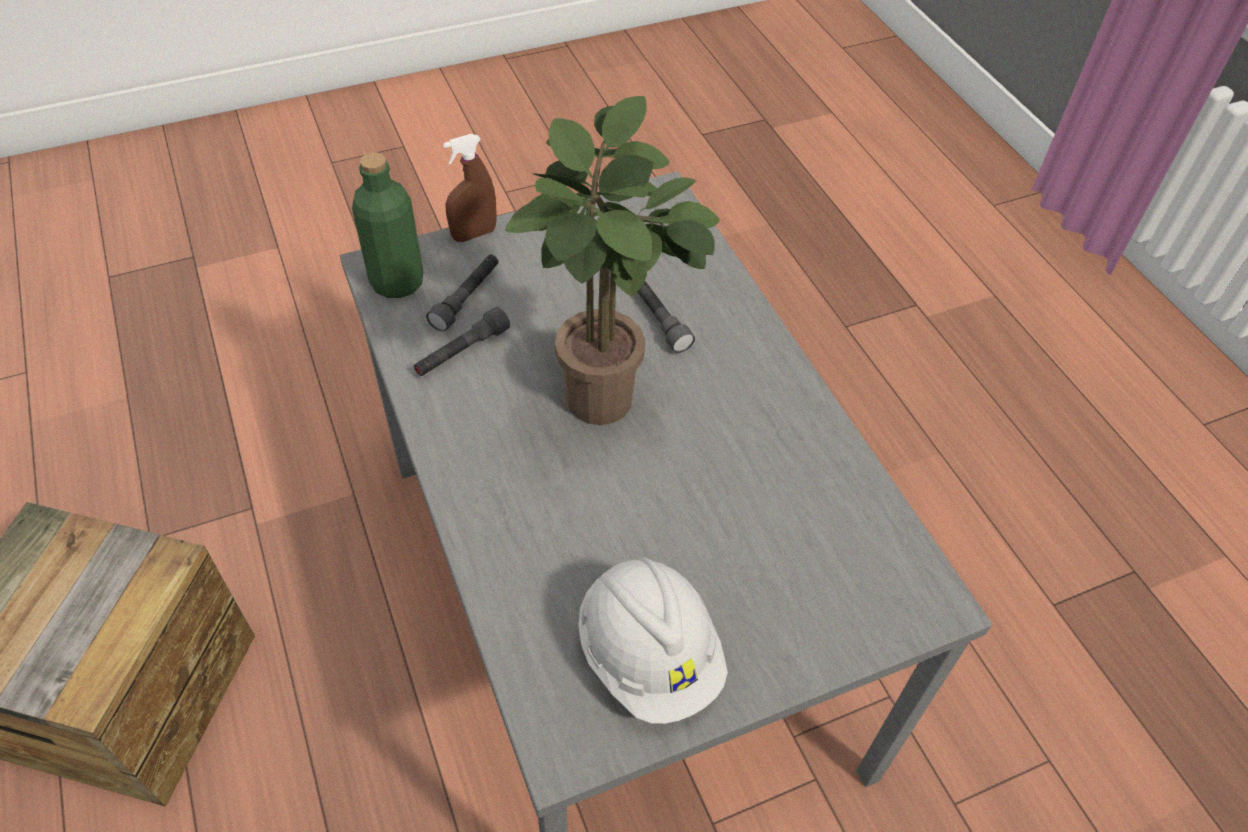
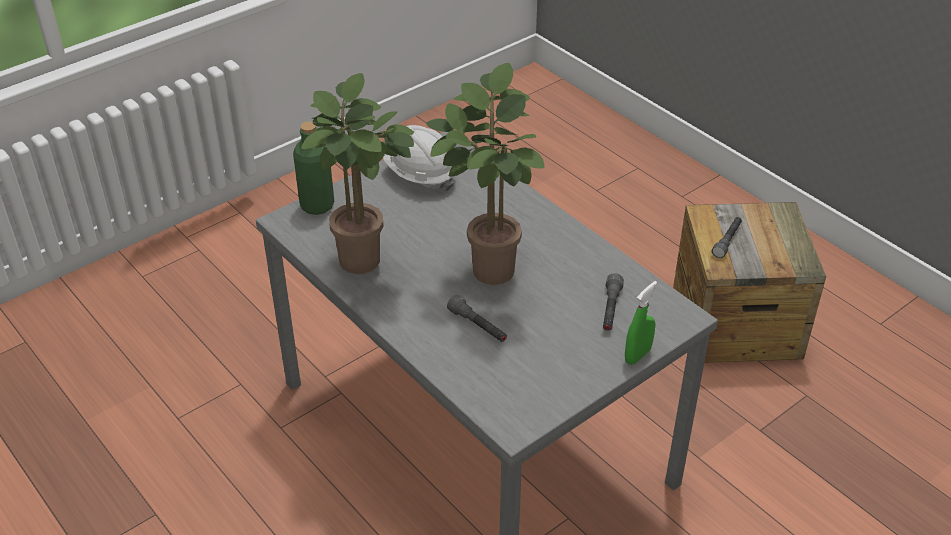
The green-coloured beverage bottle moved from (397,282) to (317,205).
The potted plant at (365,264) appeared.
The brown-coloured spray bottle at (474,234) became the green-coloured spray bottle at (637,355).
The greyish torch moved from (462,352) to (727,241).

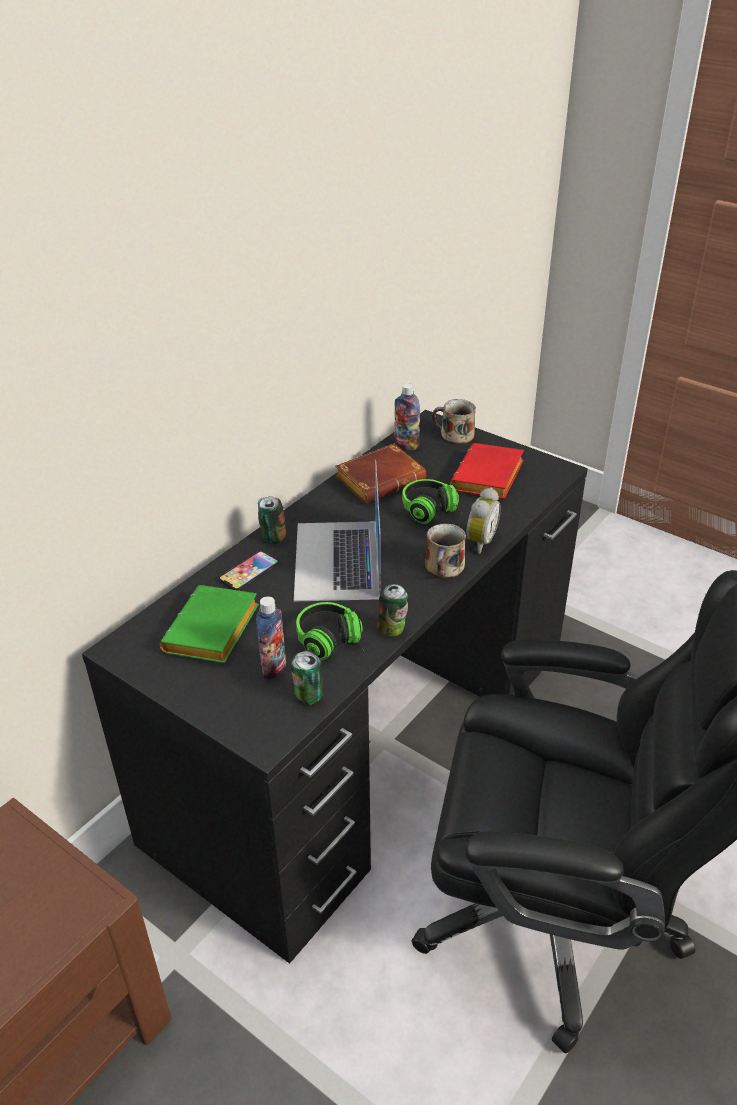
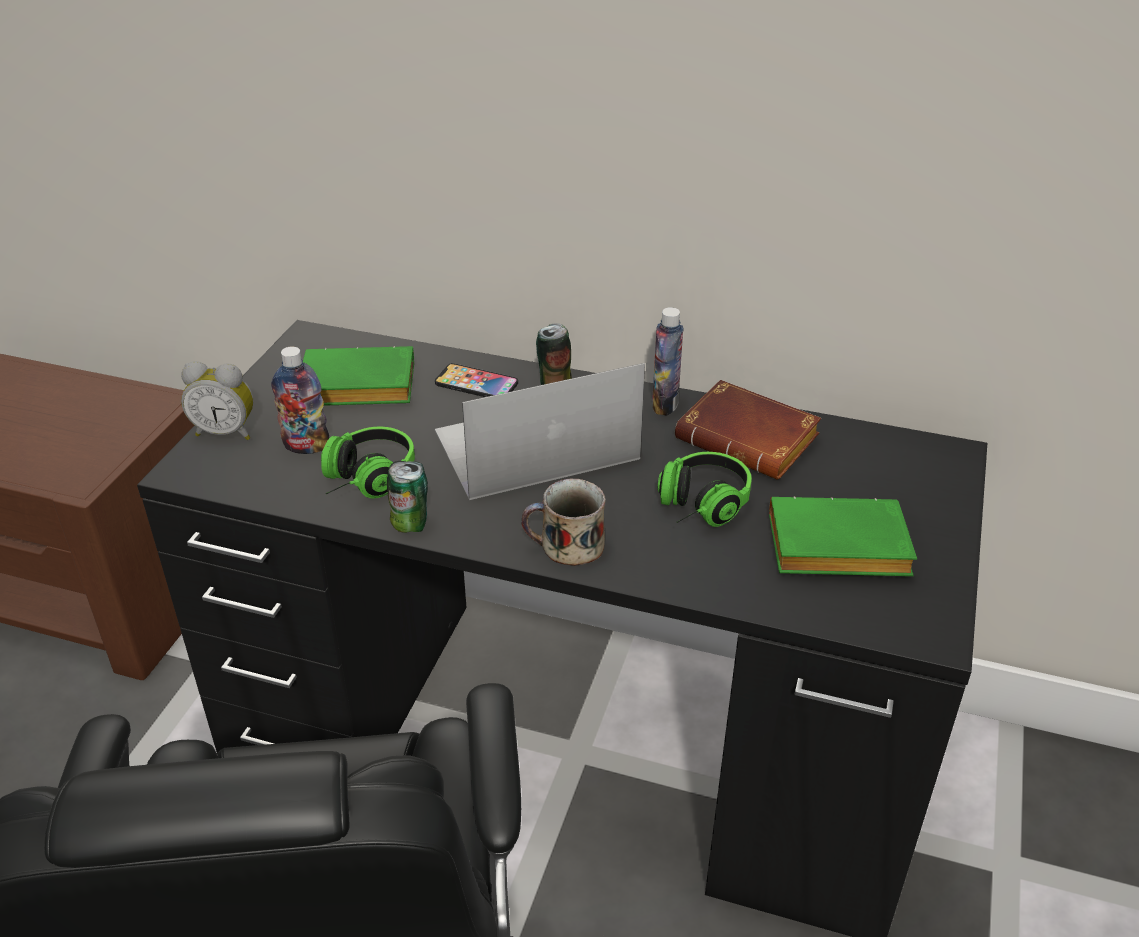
The bedside clock moved from (479,542) to (226,432).
The beverage bottle moved from (406,445) to (665,404).
The red bound book at (489,479) became the green-coloured bound book at (834,549).
The sealed can at (308,697) disappeared.
The mug at (455,435) disappeared.

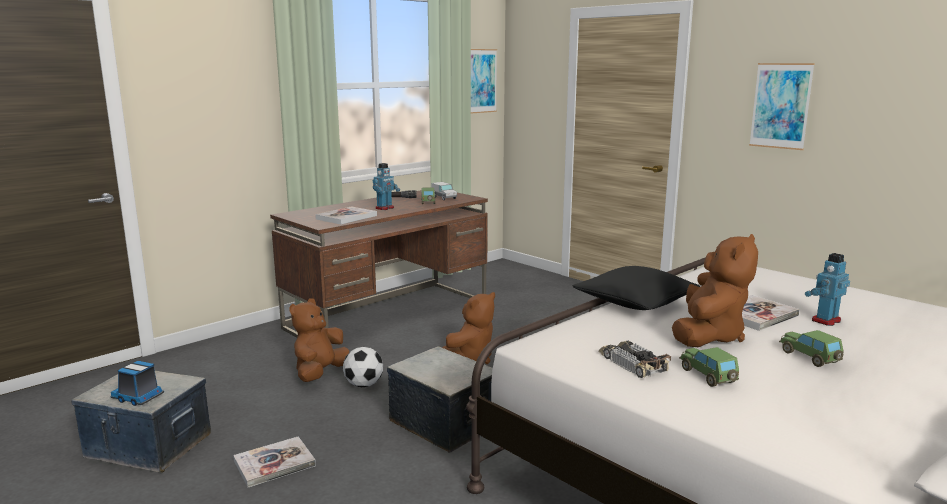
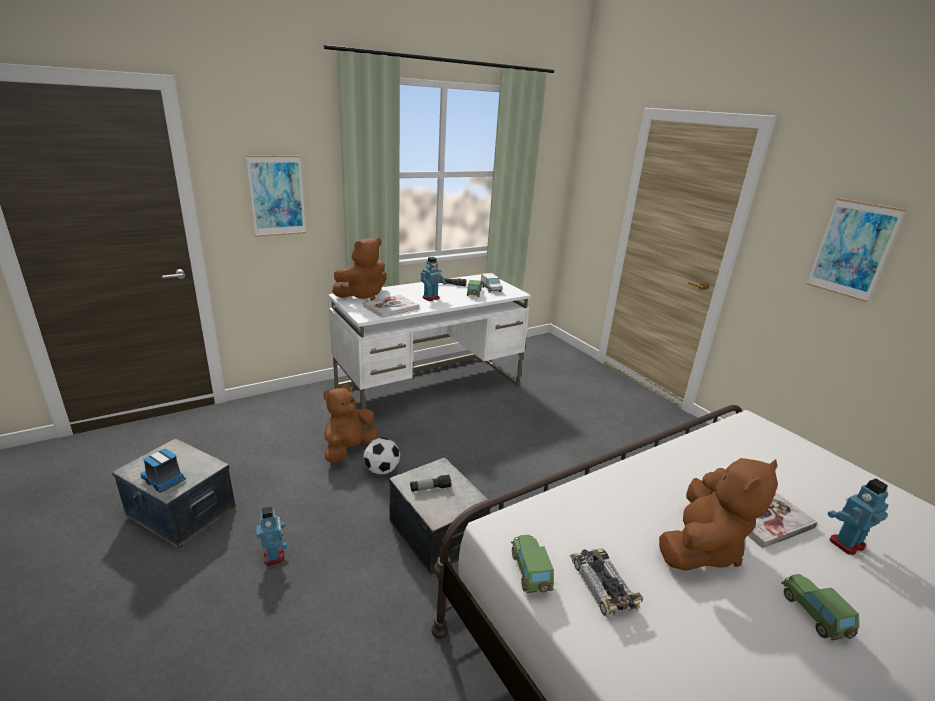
The picture moved from (481,81) to (277,196).
The bound book at (274,463) was replaced by the toy robot at (274,556).
The brown-coloured desk table at (389,315) became the white desk table at (430,387).
The brown-coloured soft toy moved from (470,358) to (362,295).
The torch at (430,488) appeared.
The model car moved from (708,376) to (530,572).
The blackish pillow at (635,302) disappeared.

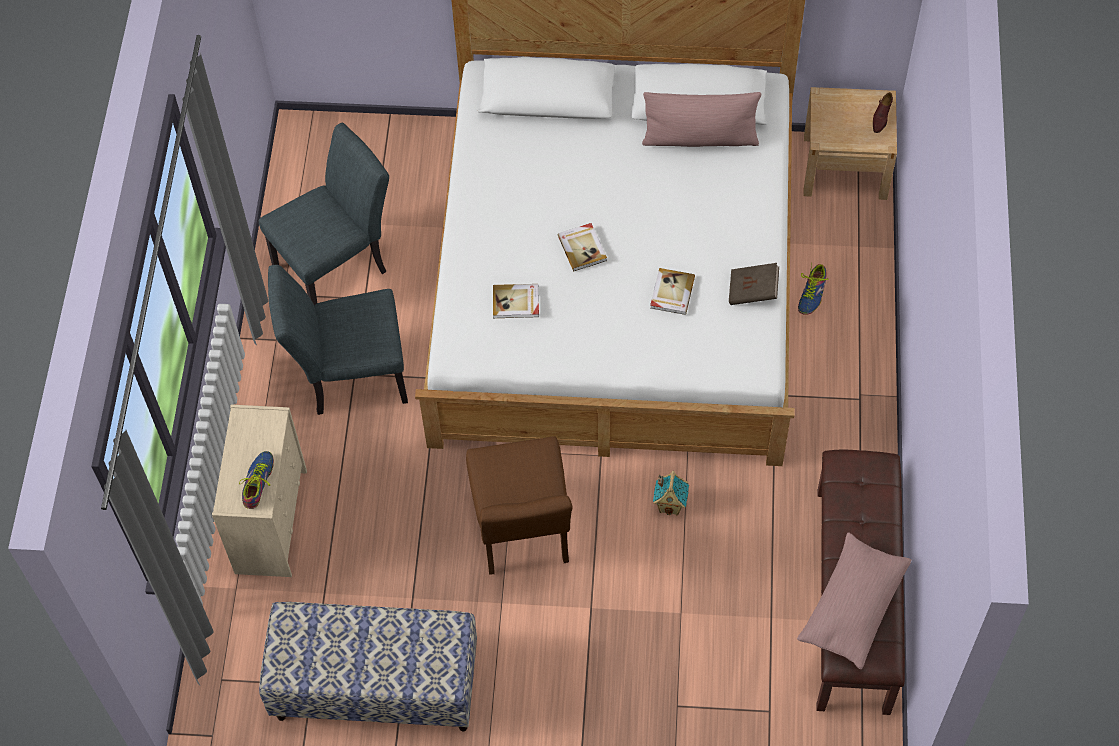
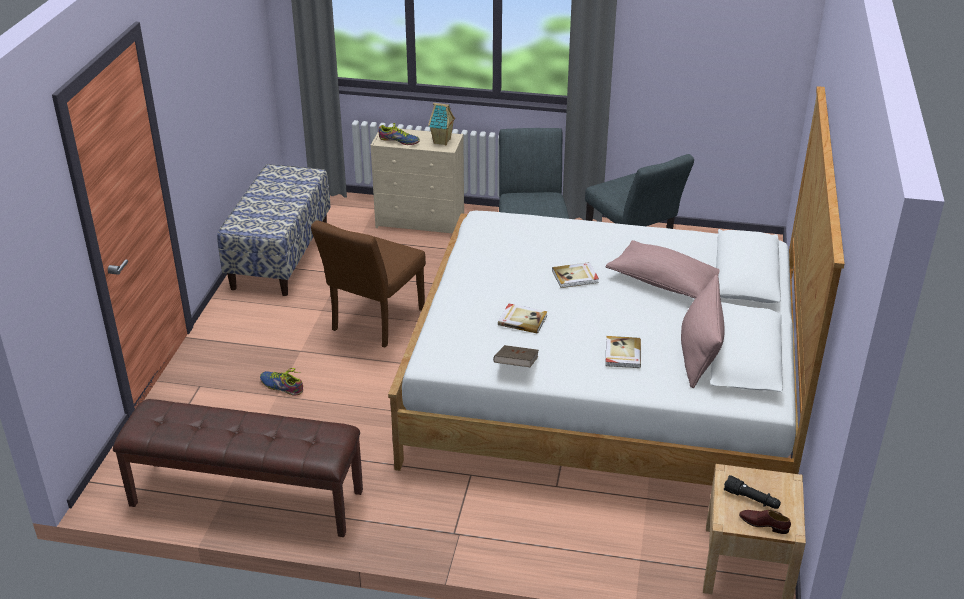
The shoe moved from (812,294) to (281,386).
The brown-coloured plain chair at (523,535) turned 60 degrees counterclockwise.
The model house moved from (670,505) to (442,141).
The bound book moved from (516,302) to (622,354).
The pinkish pillow moved from (852,607) to (664,282).
The blackish torch at (751,499) appeared.

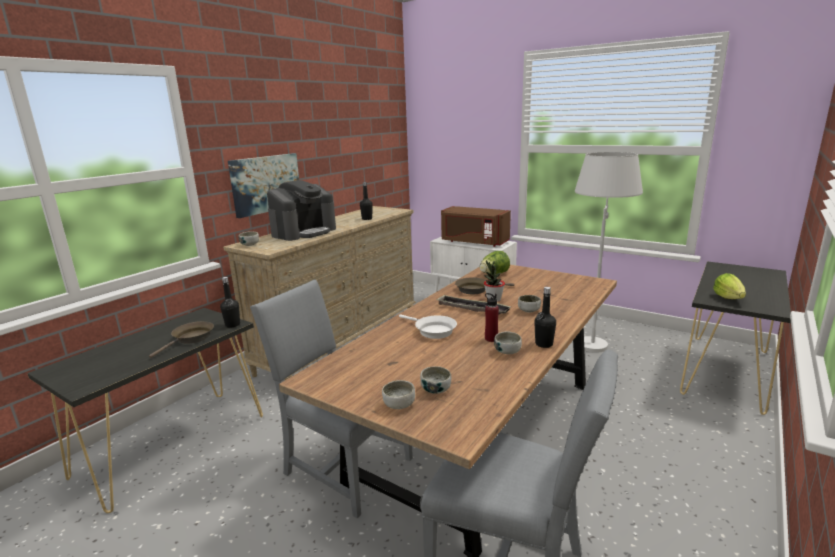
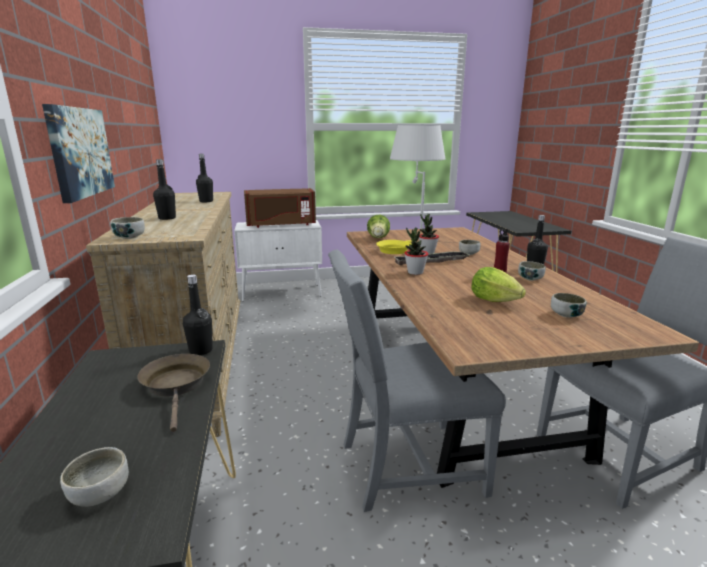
The bowl moved from (399,404) to (100,493).
The coffee brewer at (304,232) was replaced by the blackish beverage bottle at (167,218).
The brown-coloured pan at (475,289) became the yellow pan at (395,250).
The potted plant at (415,272) appeared.
The lettuce moved from (728,298) to (494,300).
The white pan at (432,331) disappeared.

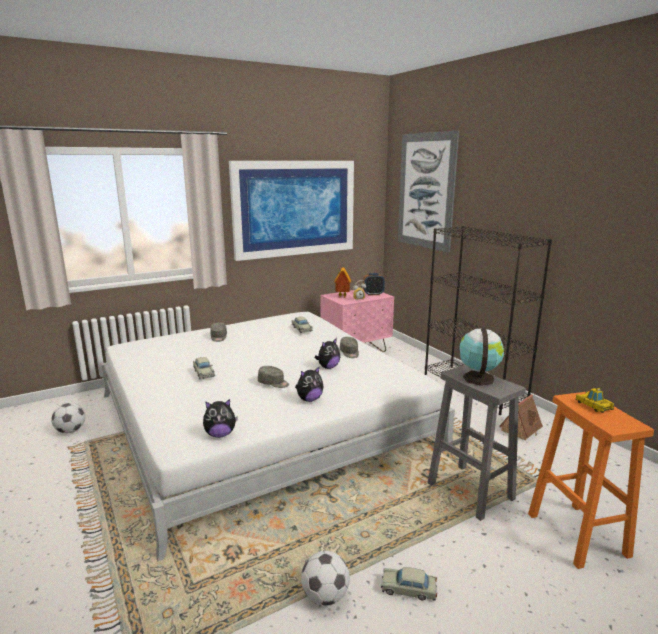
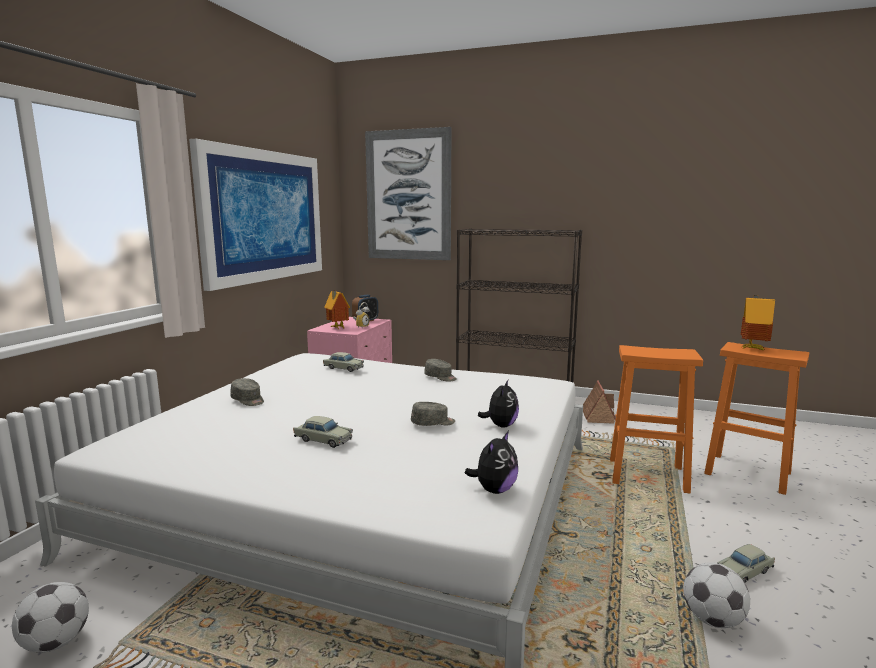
The greyish stool seat at (471,492) became the orange stool seat at (649,475).
The model car at (593,405) was replaced by the model house at (753,348).
The soft toy at (328,367) disappeared.
The world globe at (478,378) disappeared.

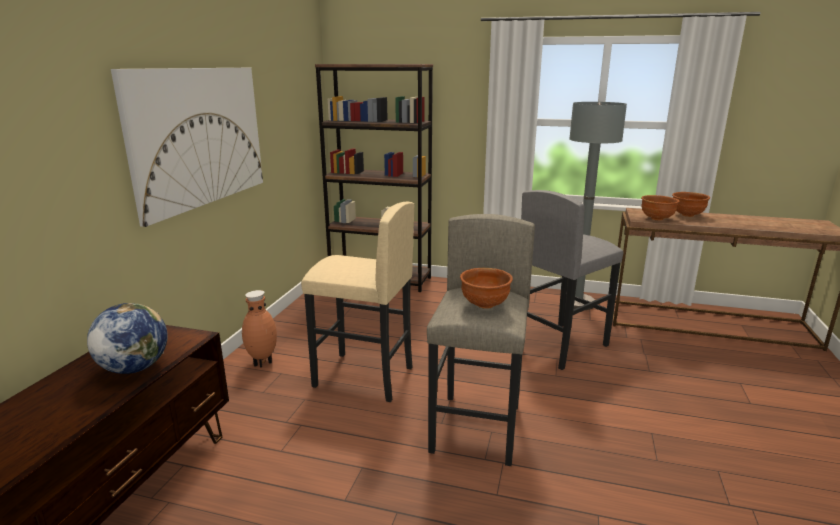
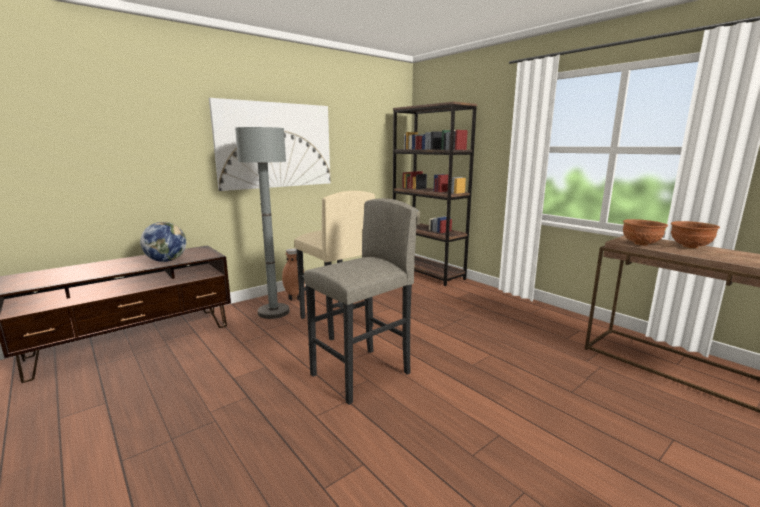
The greyish floor lamp moved from (577,303) to (273,312).
The brown-coloured bowl at (484,305) disappeared.
The greyish stool seat at (560,345) disappeared.

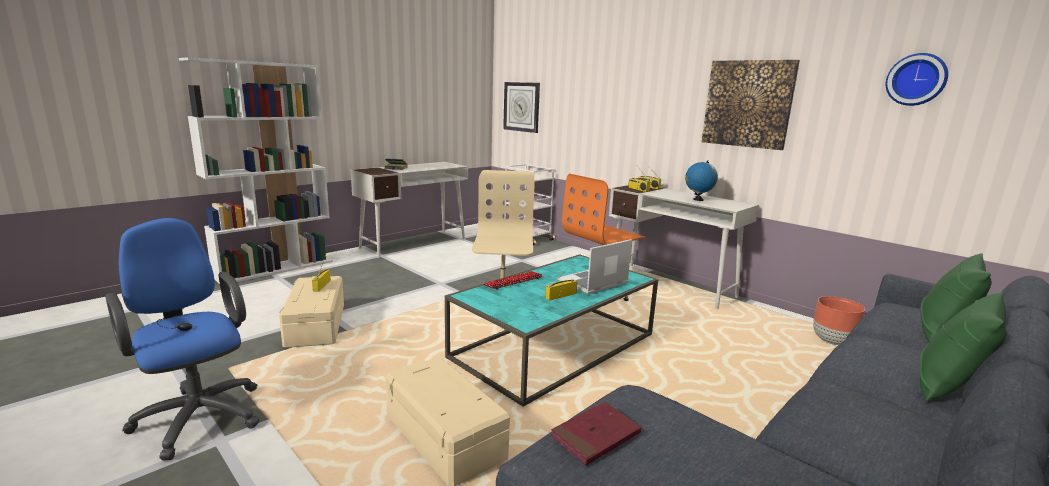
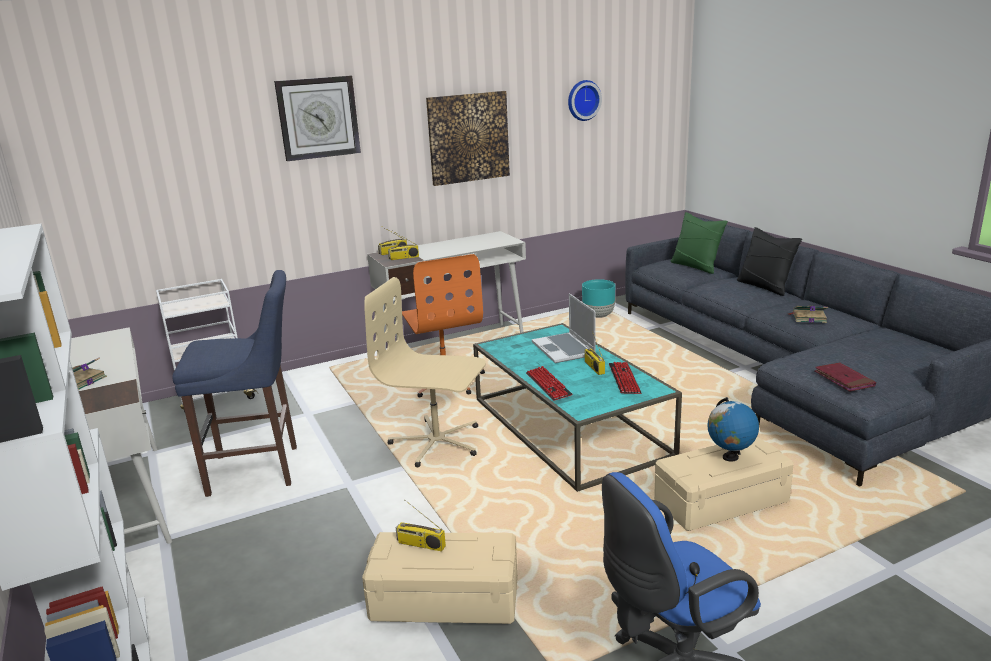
The blue-coloured stool seat at (259,470) appeared.
The clock on the wall moved from (521,107) to (318,118).
The brown-coloured flower pot at (832,341) became the blue-green flower pot at (598,316).
The keyboard at (624,379) appeared.
The world globe moved from (698,199) to (730,457).
The green-coloured pillow at (947,386) became the blackish pillow at (765,286).
The bound book at (808,318) appeared.

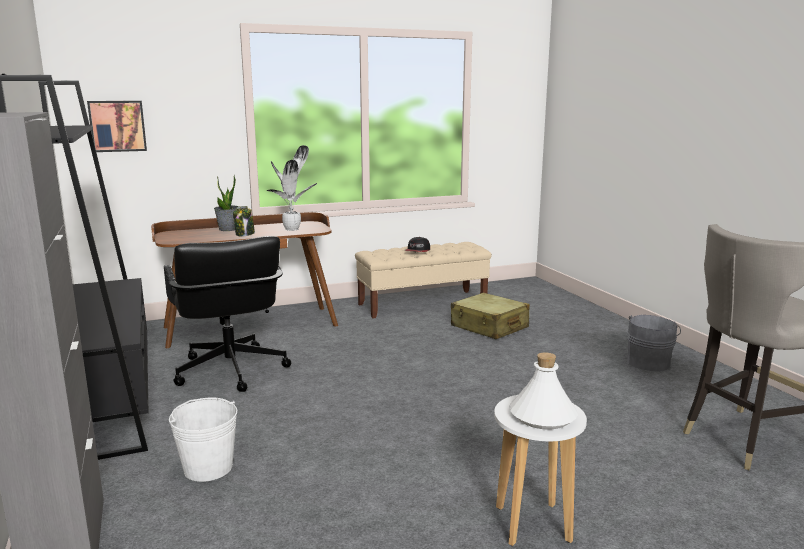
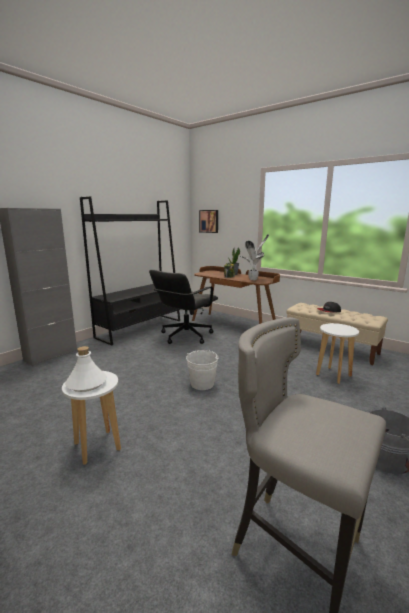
The white bucket moved from (208,468) to (202,384).
The beige-coloured suitcase at (489,327) was replaced by the white stool seat at (333,375).

